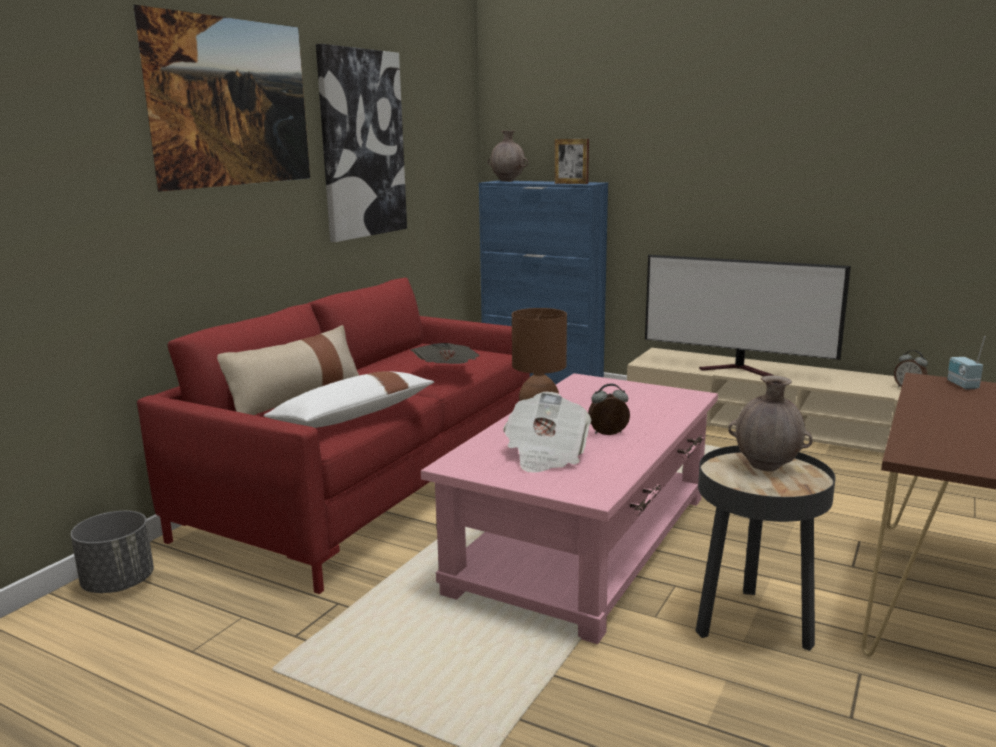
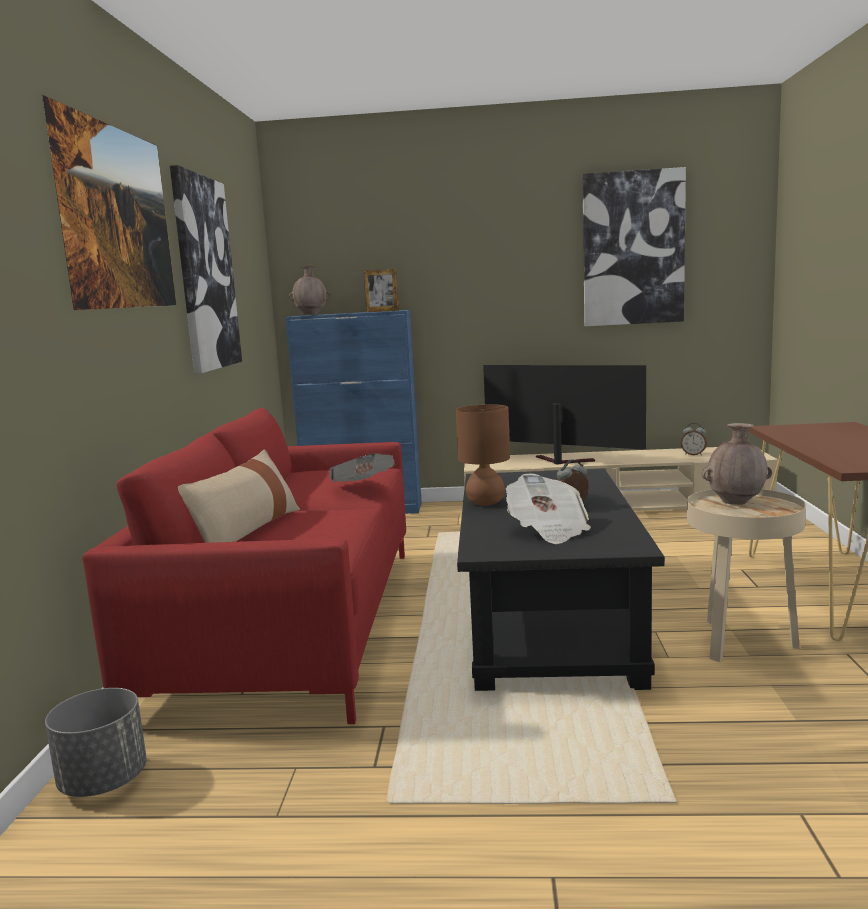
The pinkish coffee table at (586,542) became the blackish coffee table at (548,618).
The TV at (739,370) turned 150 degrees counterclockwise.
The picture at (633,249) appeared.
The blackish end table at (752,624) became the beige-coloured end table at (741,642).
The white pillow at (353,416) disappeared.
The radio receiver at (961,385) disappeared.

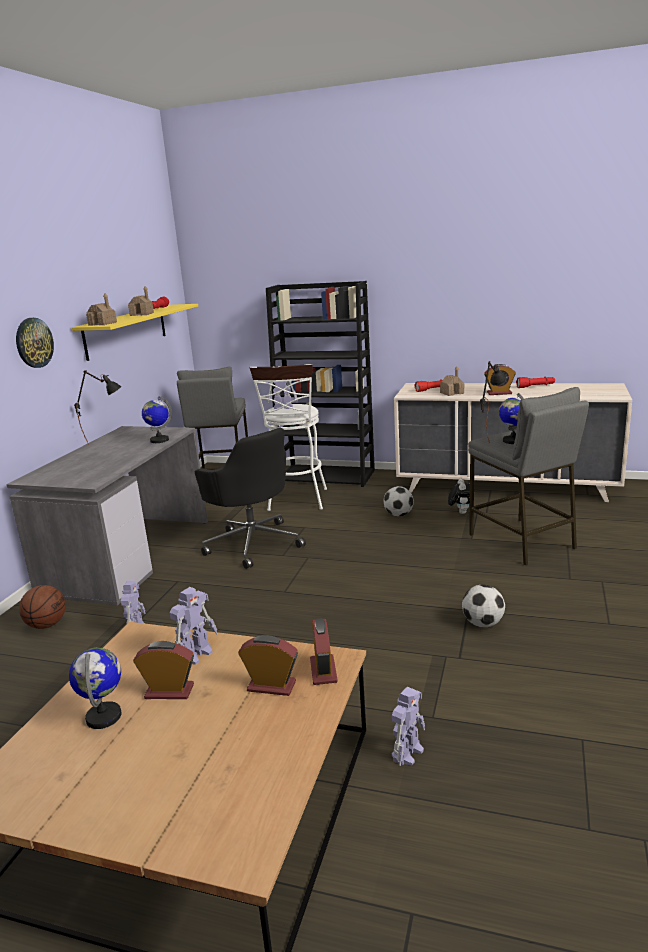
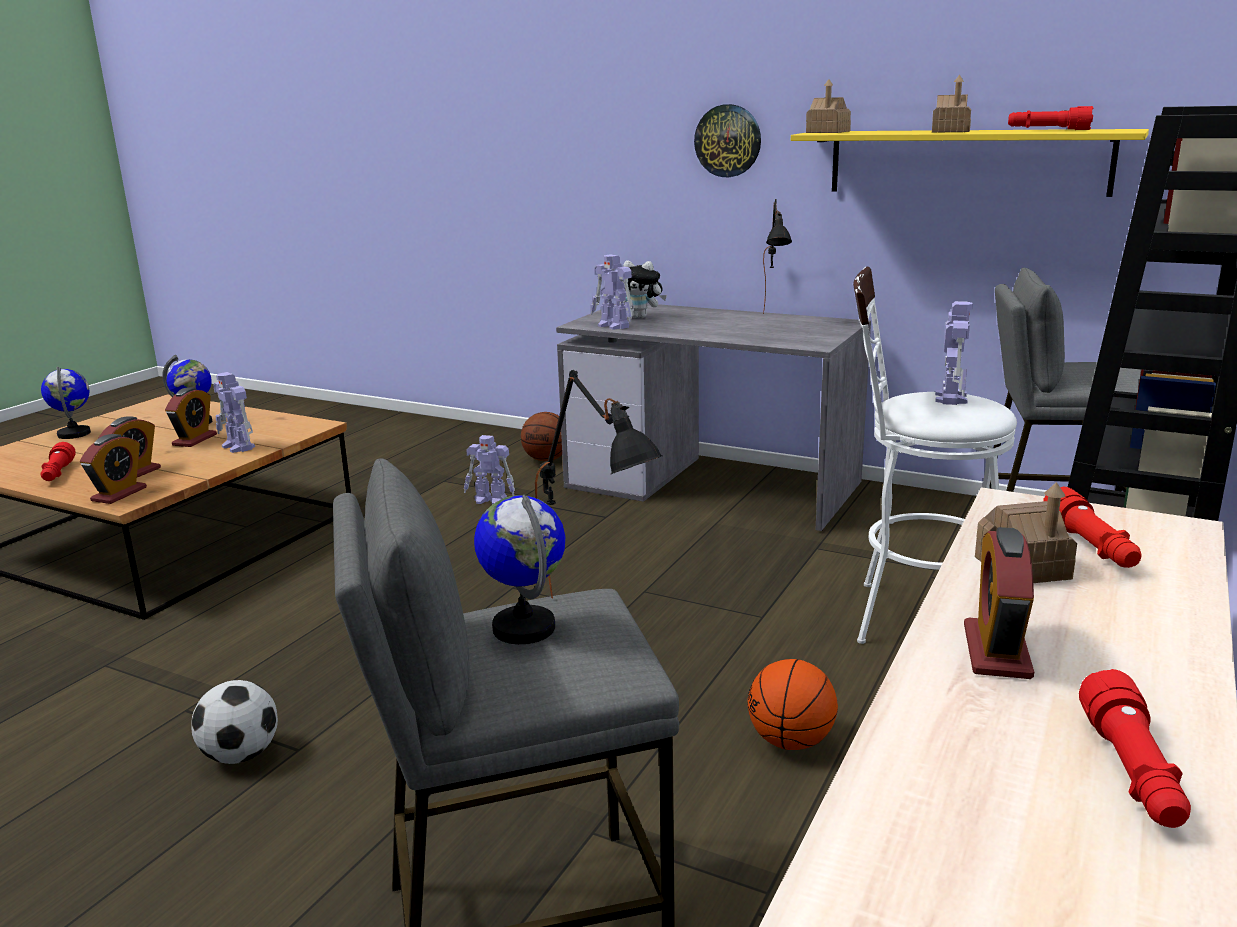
The world globe moved from (159,440) to (74,434).
The red torch at (58,473) appeared.
The bedside clock at (323,670) turned 75 degrees counterclockwise.
The toy robot moved from (408,752) to (614,326).
The soft toy moved from (460,512) to (641,317).
The football ball at (398,515) was replaced by the basketball at (790,742).
The blackish desk chair at (253,543) disappeared.

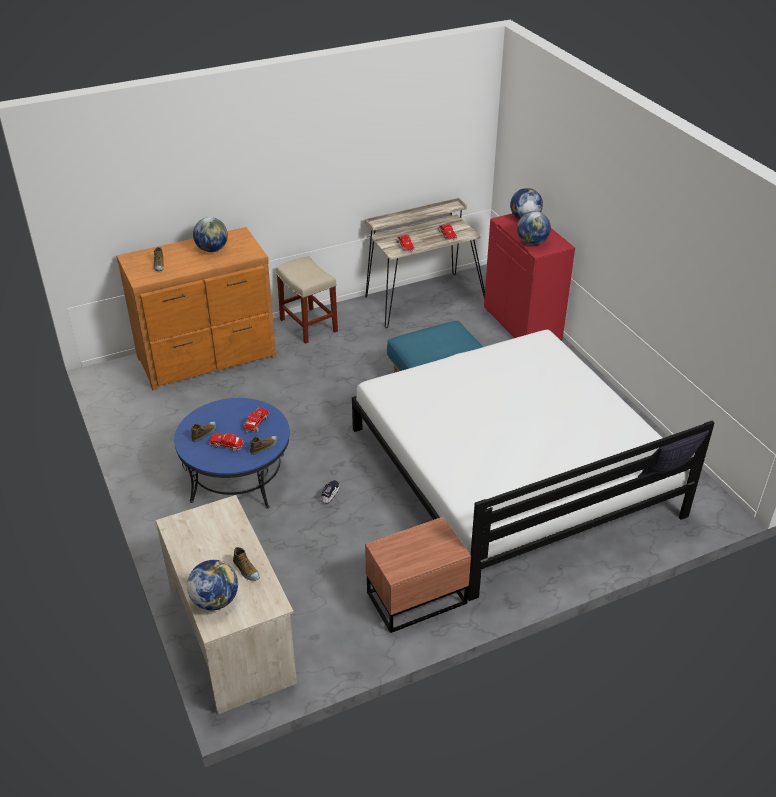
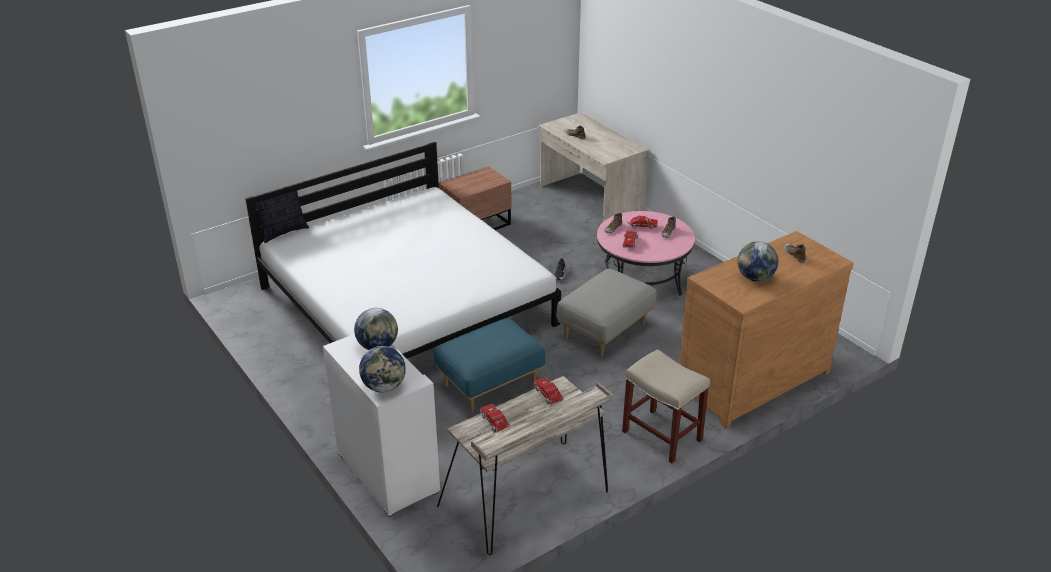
The red storage cabinet at (523,323) became the white storage cabinet at (386,472).
The greyish footrest at (605,331) appeared.
The blue-coloured coffee table at (237,477) became the pinkish coffee table at (642,277).
The world globe at (215,600) disappeared.

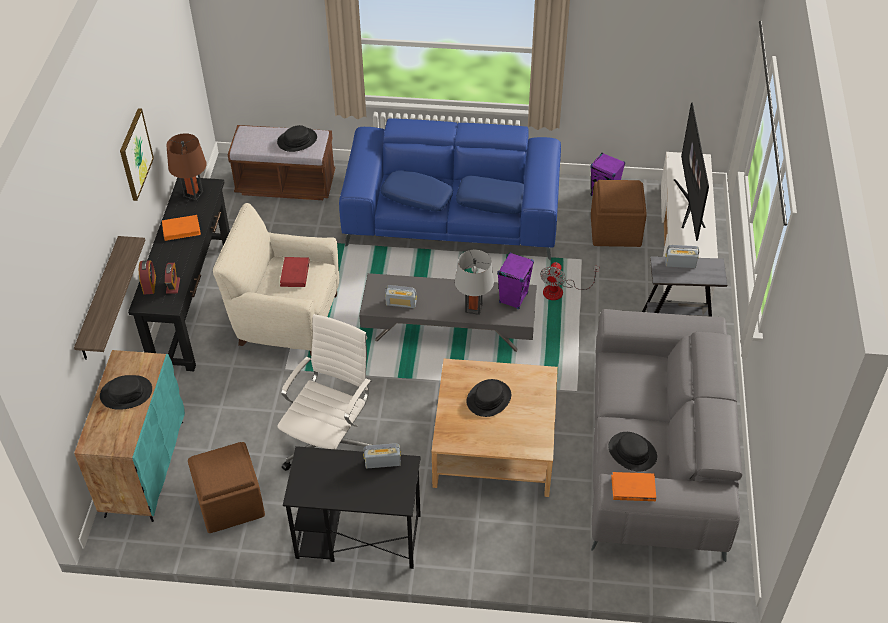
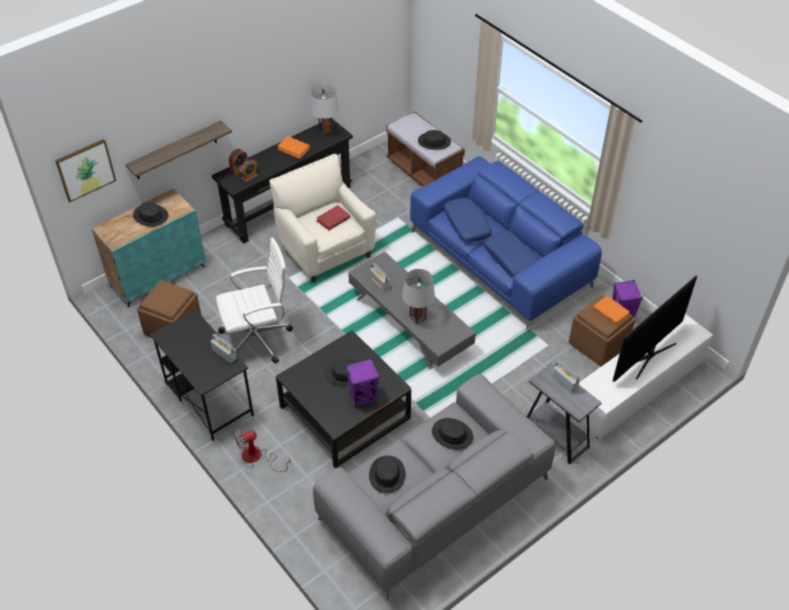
The picture moved from (135,154) to (85,170).
The electric fan moved from (560,291) to (258,457).
The beige-coloured coffee table at (494,444) became the blackish coffee table at (345,412).
The brown-coloured tabletop lamp at (193,194) became the greyish tabletop lamp at (326,132).
The purple speaker moved from (513,298) to (363,397).
The blackish wearable hat at (452,434) appeared.
The orange bound book moved from (633,488) to (610,312).

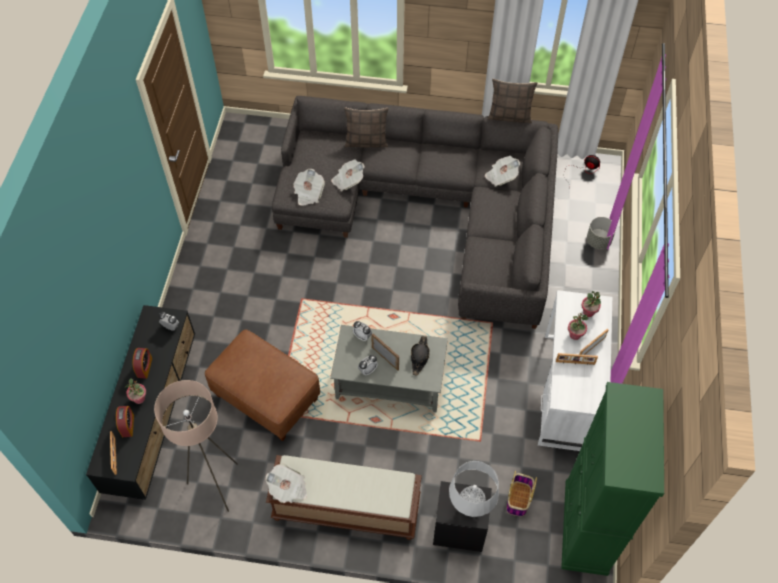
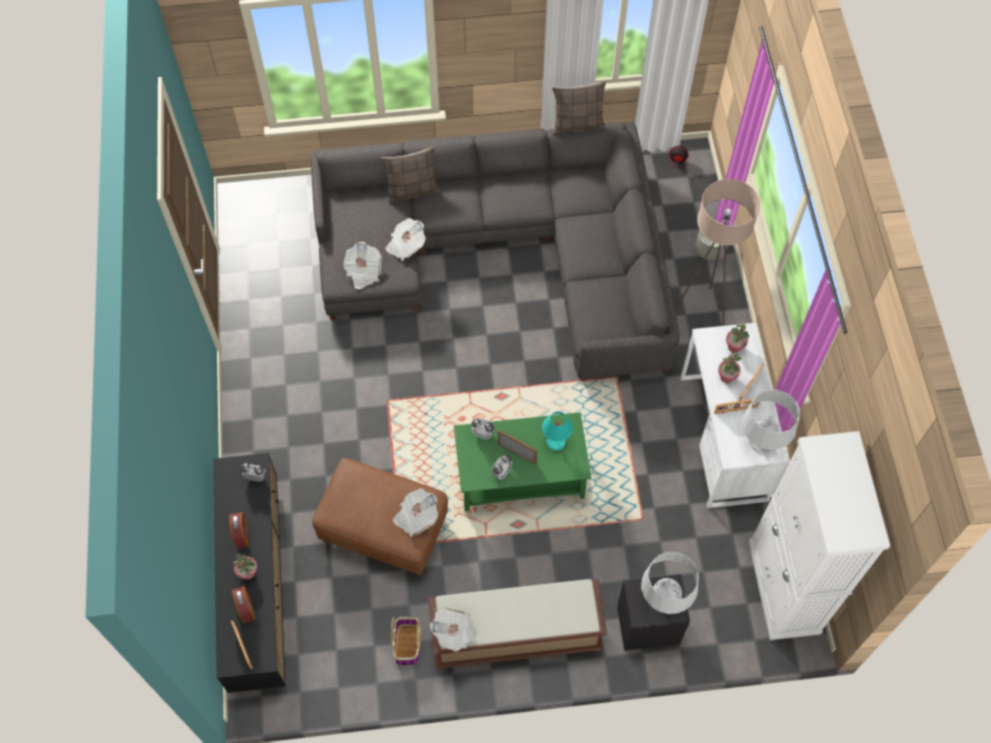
The storage basket moved from (518,499) to (408,645).
The newspaper moved from (501,176) to (416,517).
The greyish coffee table at (390,381) became the green-coloured coffee table at (521,475).
The blackish wearable hat at (419,357) was replaced by the blue-green tabletop lamp at (555,442).
The beige-coloured floor lamp moved from (217,485) to (700,312).
The greyish tabletop lamp at (761,441) appeared.
The green-coloured storage cabinet at (586,527) became the white storage cabinet at (784,587).

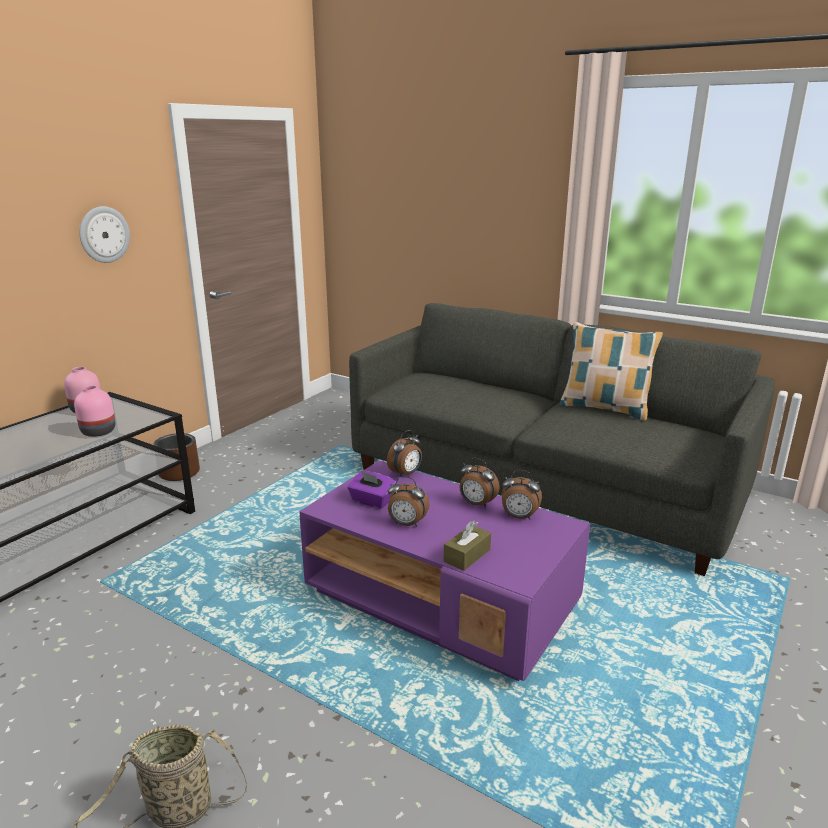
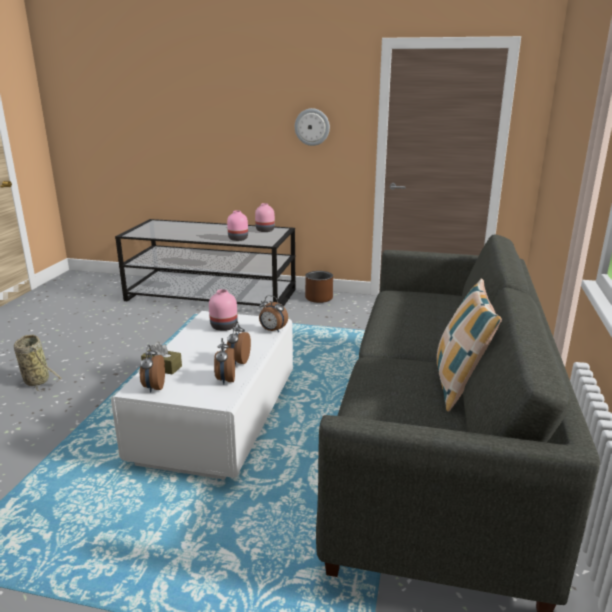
The purple coffee table at (441,601) became the white coffee table at (218,419).
The bedside clock moved from (406,524) to (153,387).
The purple box of tissues at (371,501) was replaced by the pinkish vase at (224,327).

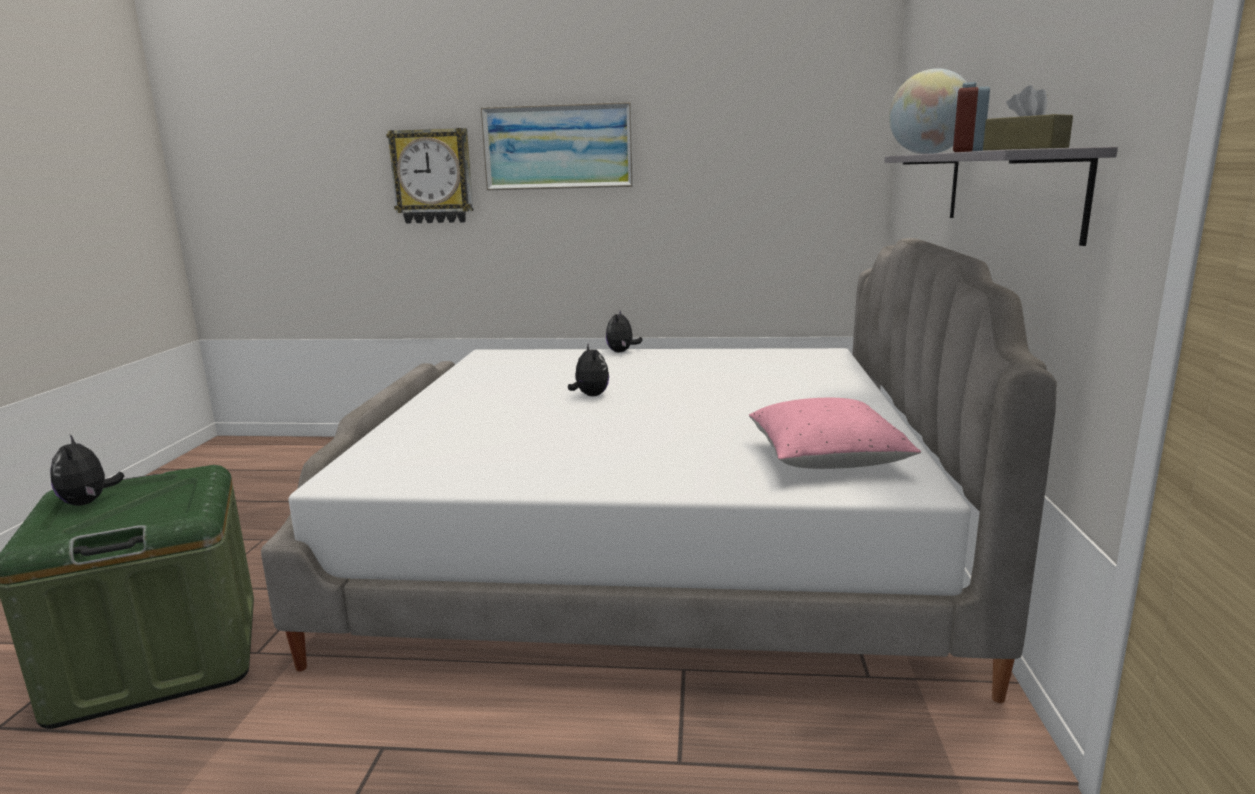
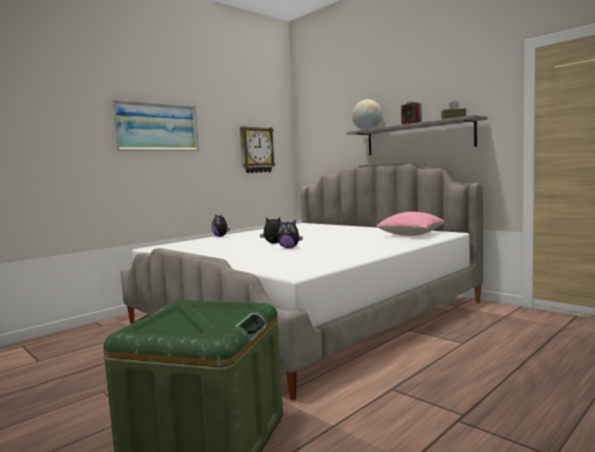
The clock on the wall moved from (432,176) to (256,150).
The soft toy moved from (88,502) to (289,248).

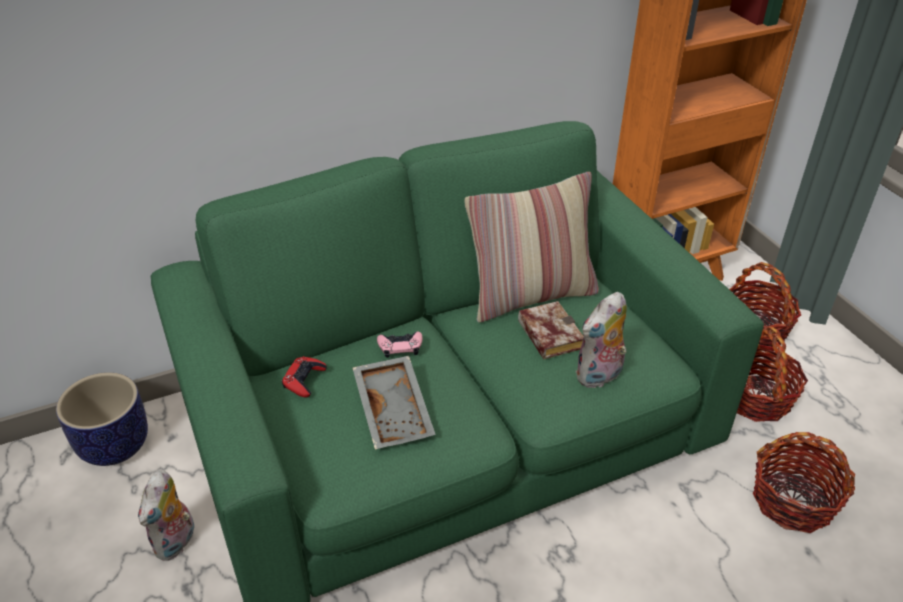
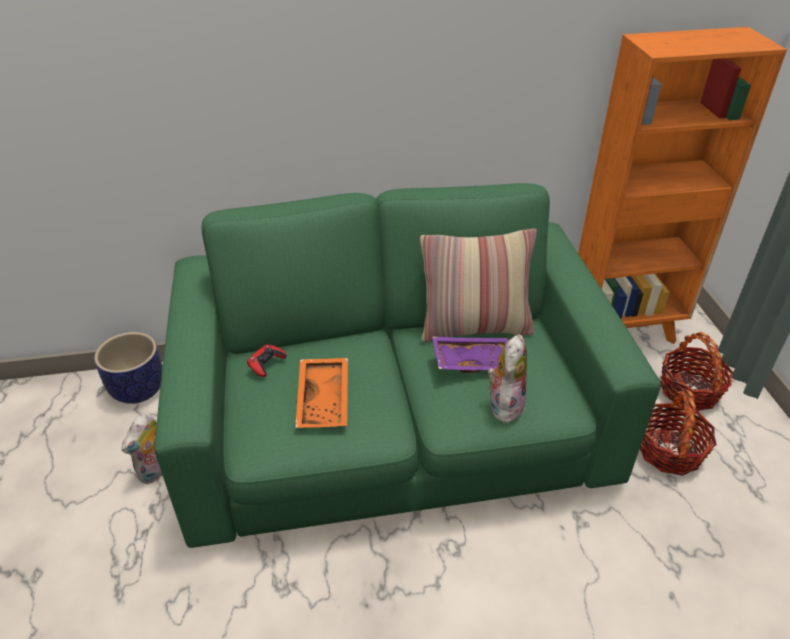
The greyish serving tray at (395,410) became the orange serving tray at (325,400).
The bound book at (547,334) was replaced by the purple serving tray at (472,361).
The soft toy at (599,376) turned 135 degrees clockwise.
The pinkish gamepad at (400,346) disappeared.
The storage basket at (793,501) disappeared.

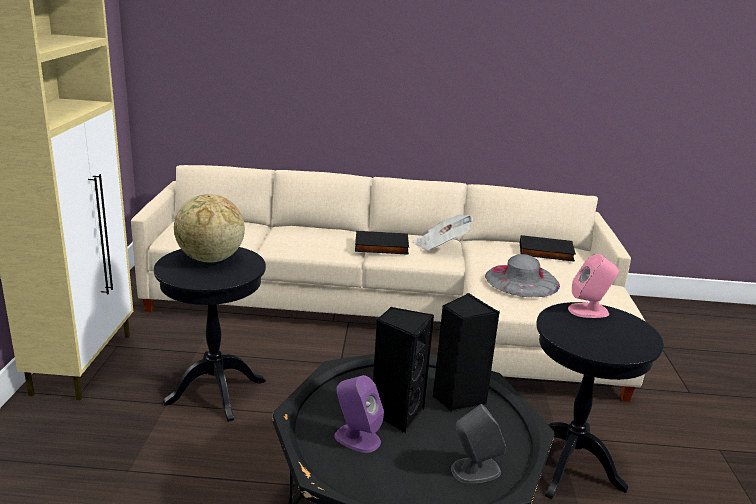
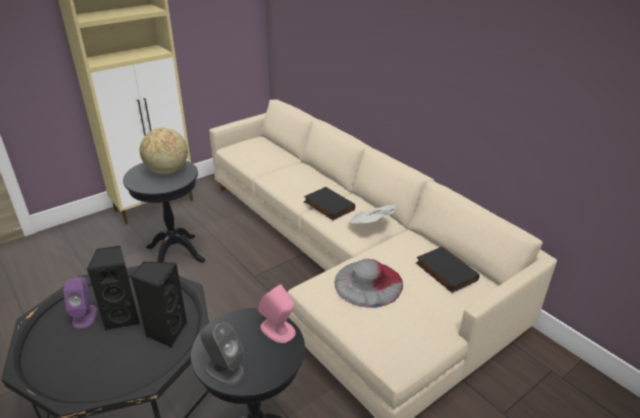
The greyish speaker moved from (475,470) to (224,370).

